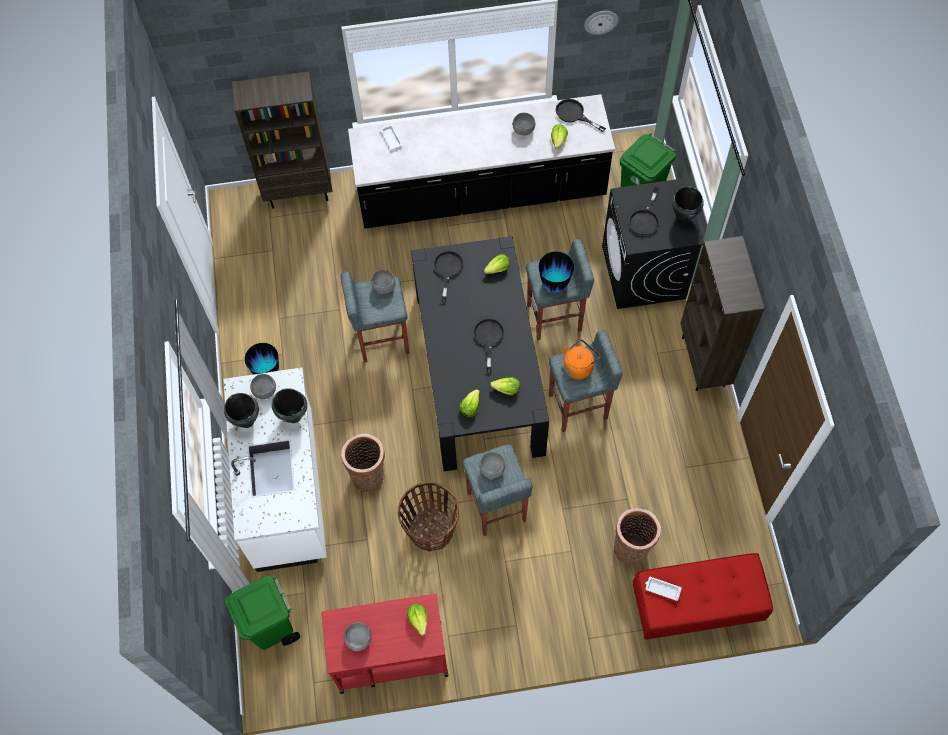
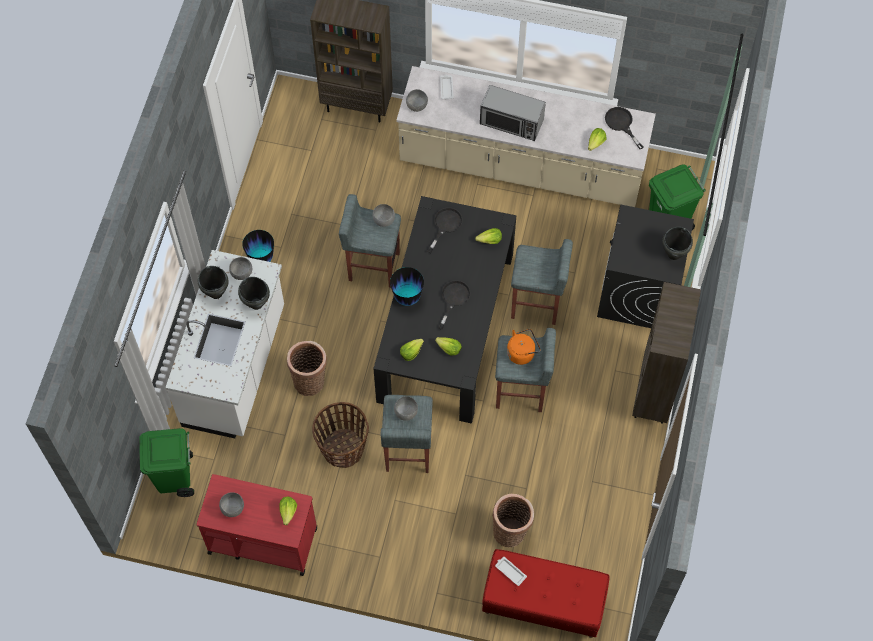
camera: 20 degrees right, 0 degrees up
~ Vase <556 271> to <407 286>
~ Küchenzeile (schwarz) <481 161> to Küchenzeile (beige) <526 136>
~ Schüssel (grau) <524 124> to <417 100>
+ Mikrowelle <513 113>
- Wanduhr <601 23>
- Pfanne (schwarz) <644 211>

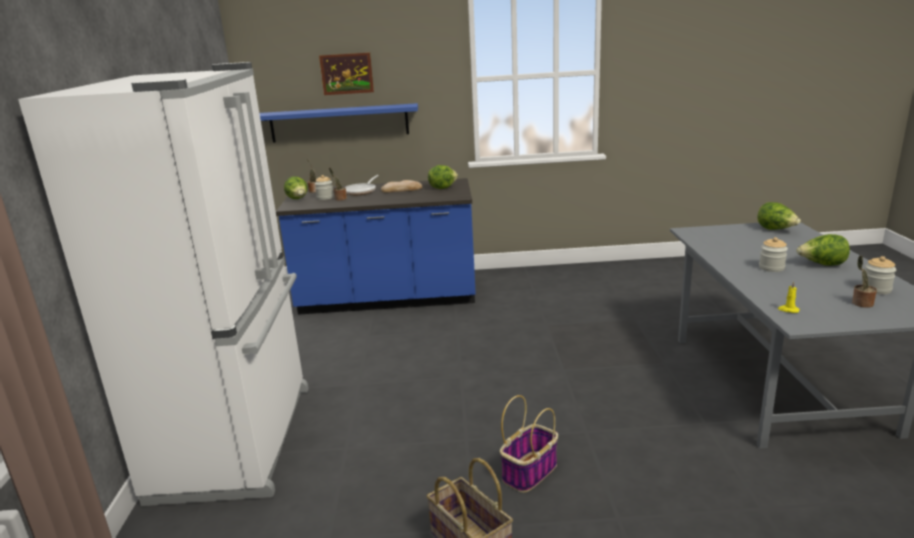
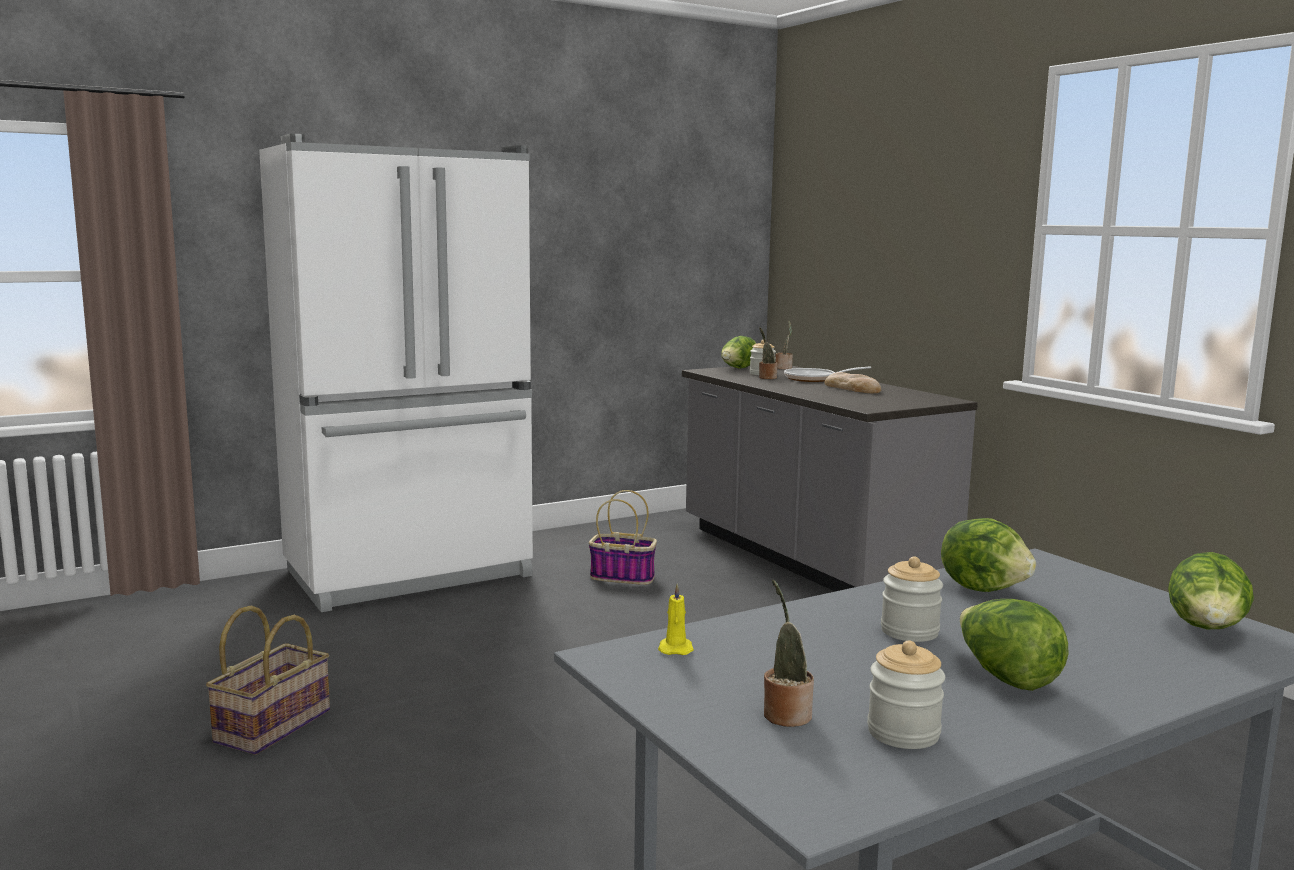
camera: 60 degrees right, 10 degrees down
~ Korb <529 444> to <623 537>
~ Küchenzeile (blau) <376 246> to Küchenzeile (grau) <830 478>
~ Salatkopf <443 177> to <988 555>
- Wandregal (blau) <339 122>
- Bild <346 73>

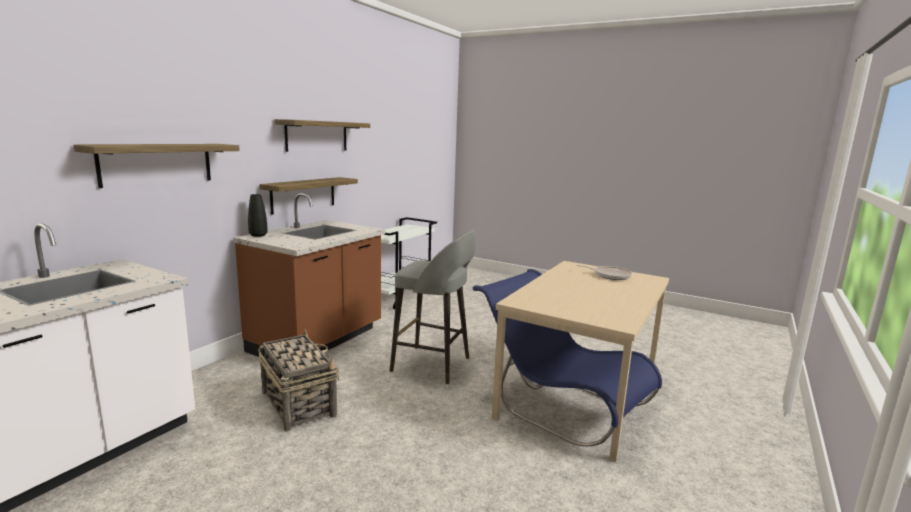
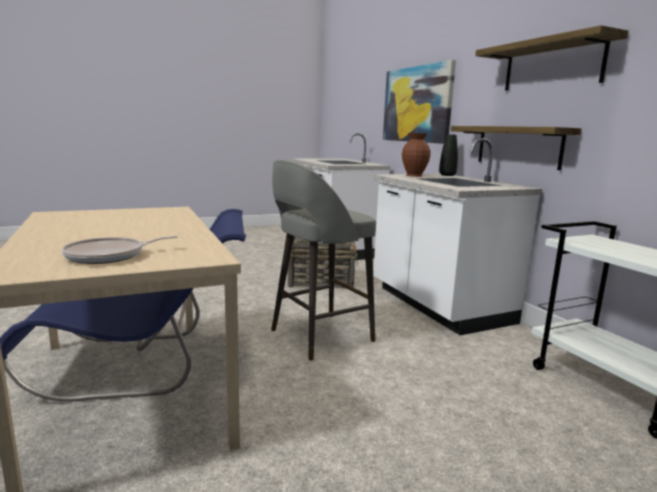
camera: 125 degrees right, 0 degrees up
~ Küchenzeile (braun) <309 275> to Küchenzeile (weiß) <457 236>
~ Wandregal <157 166> to Bild <419 102>
+ Vase (braun) <416 155>

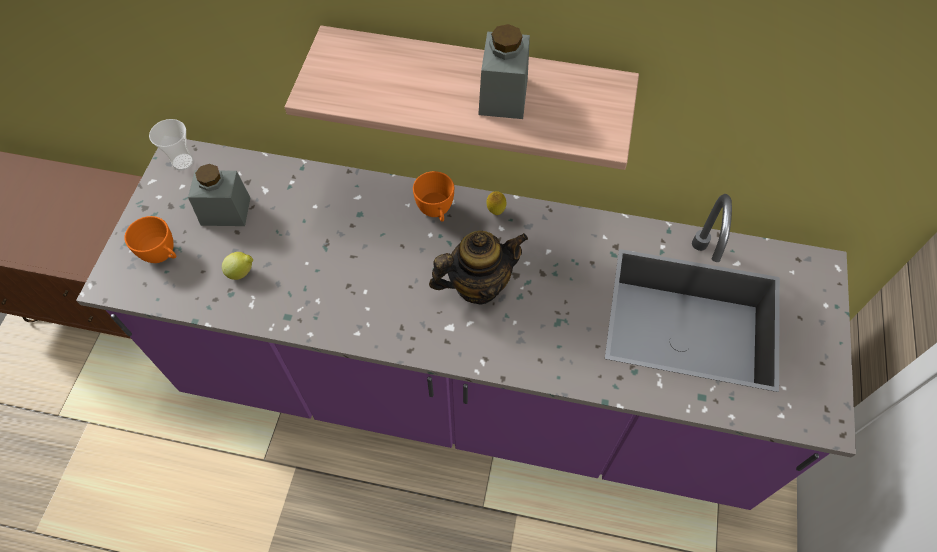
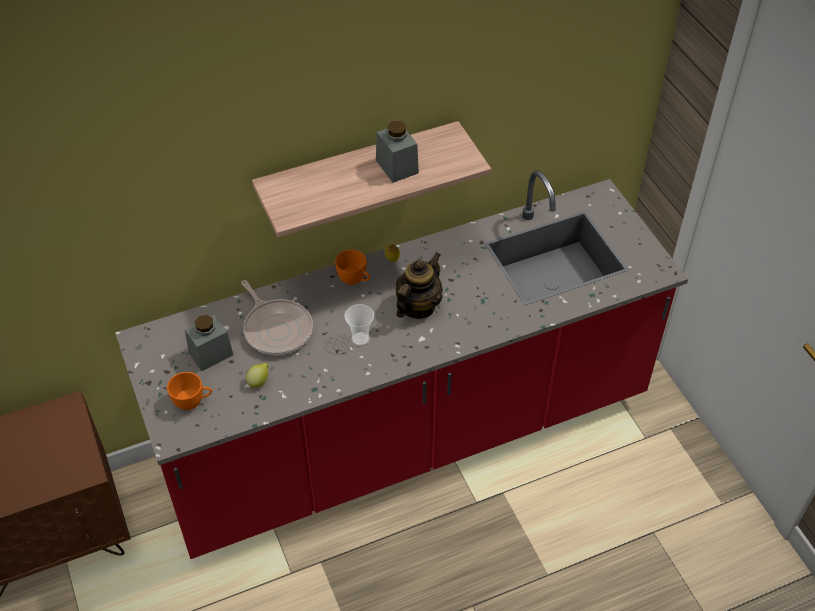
camera: 35 degrees left, 10 degrees down
~ Küchenzeile (lila) <466 324> to Küchenzeile (rot) <401 364>
+ Pfanne <277 317>
~ Tasse <171 145> to <359 325>

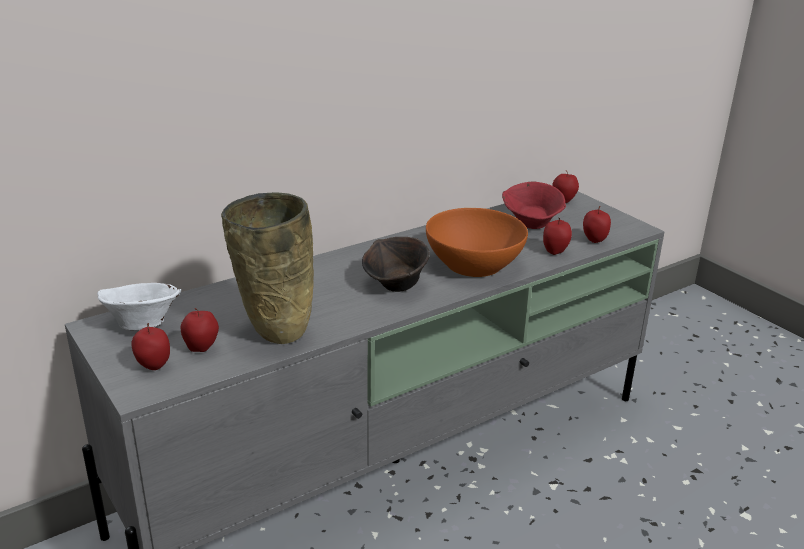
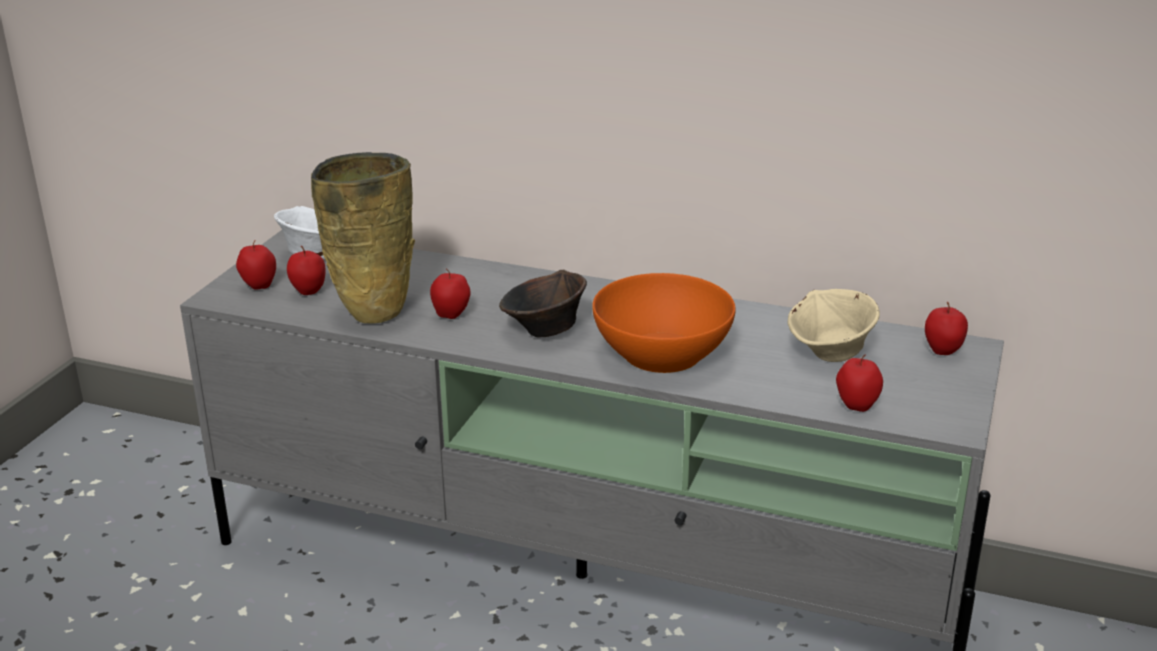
camera: 55 degrees right, 0 degrees up
~ Apfel <557 236> to <450 294>
~ Schüssel (rot) <534 205> to Schüssel (beige) <834 325>

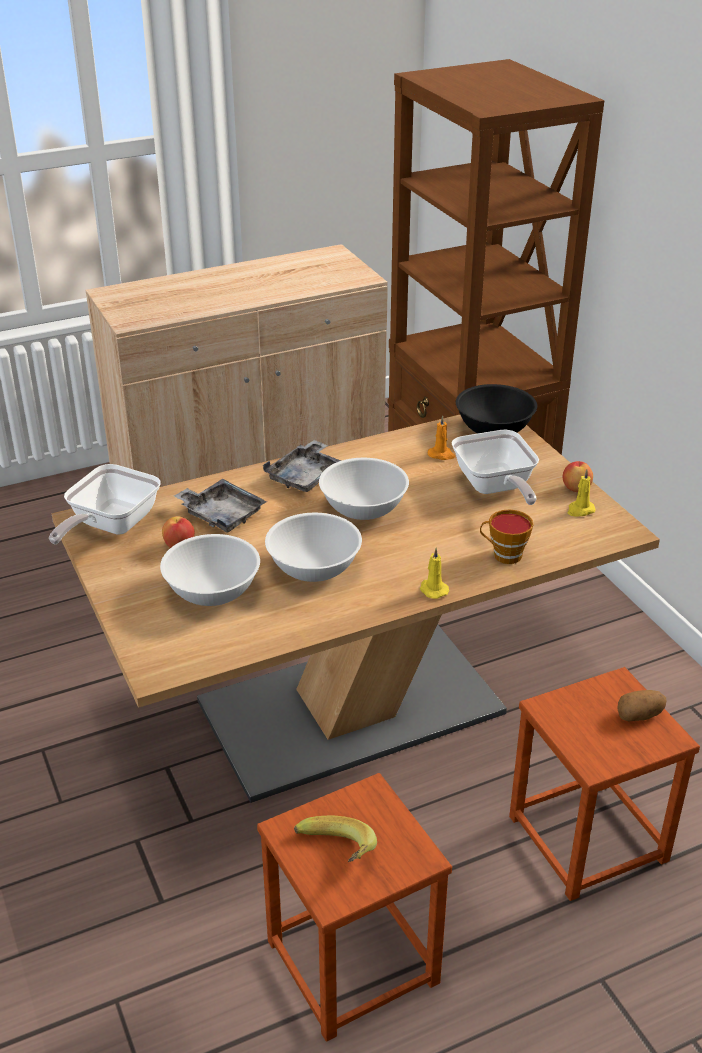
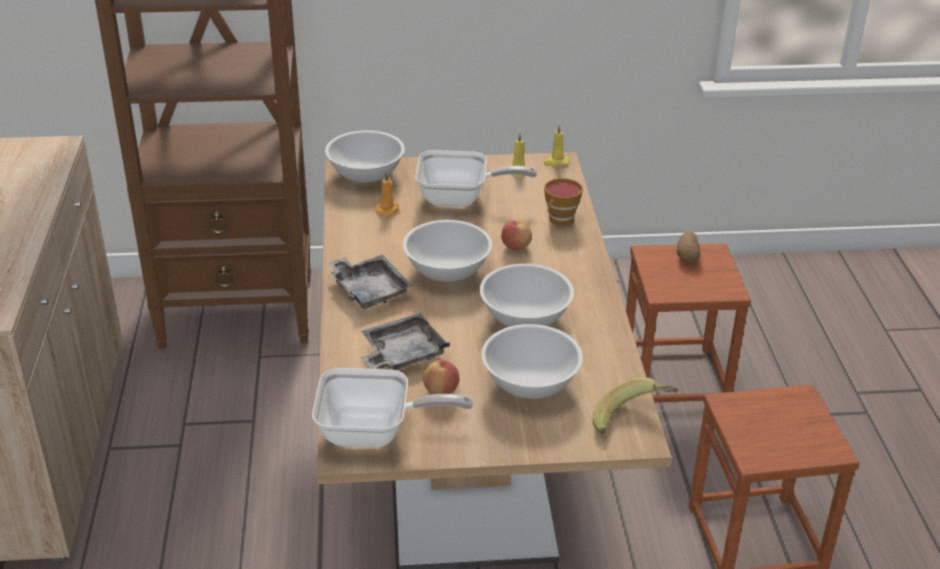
camera: 70 degrees left, 0 degrees up
~ Pfanne <105 504> = <392 408> 45 degrees counterclockwise
~ Schüssel (schwarz) <496 408> to Schüssel (weiß) <365 156>
~ Apfel <578 476> to <516 235>
~ Kerze (gelb) <434 573> to <556 145>
~ Banane <335 839> to <636 406>

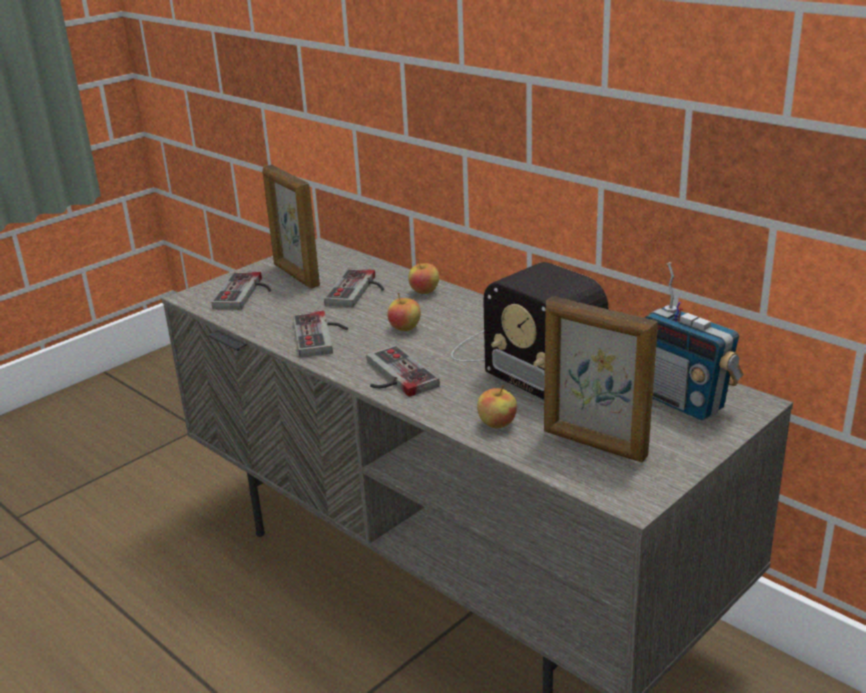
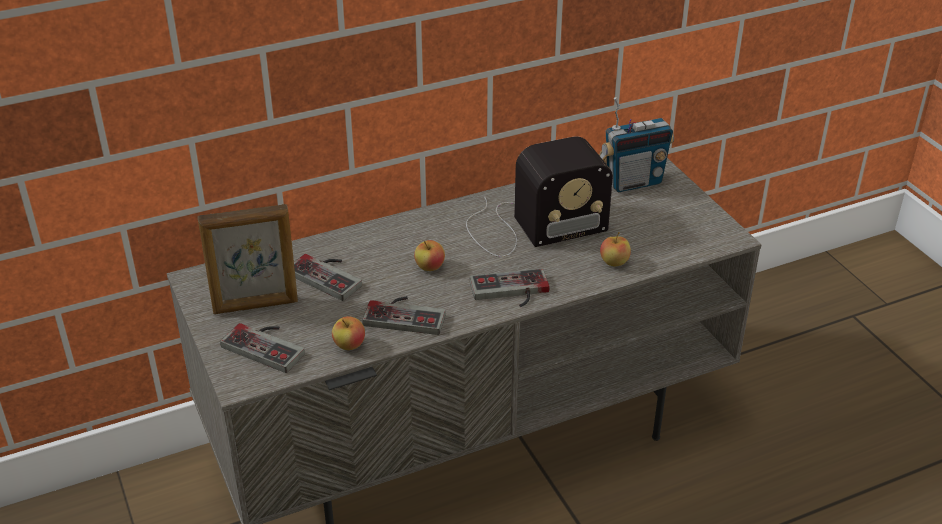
camera: 70 degrees left, 10 degrees up
~ Apfel <423 276> to <348 333>
- Bilderrahmen <601 379>

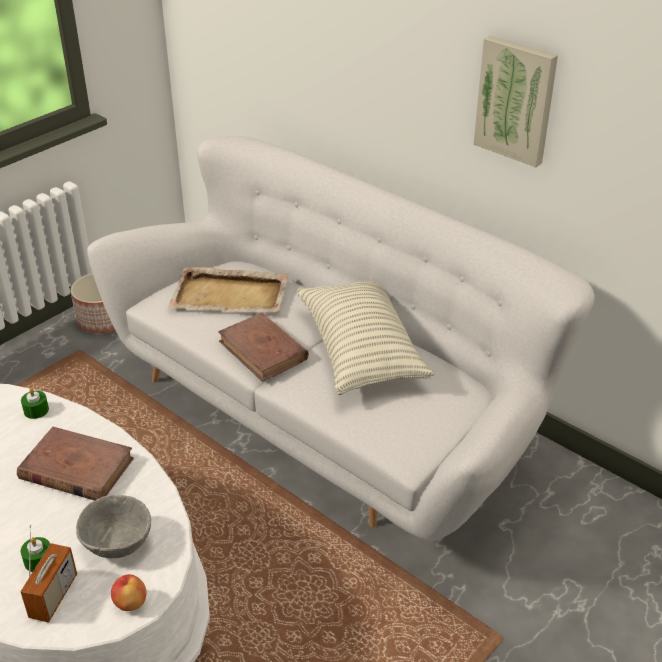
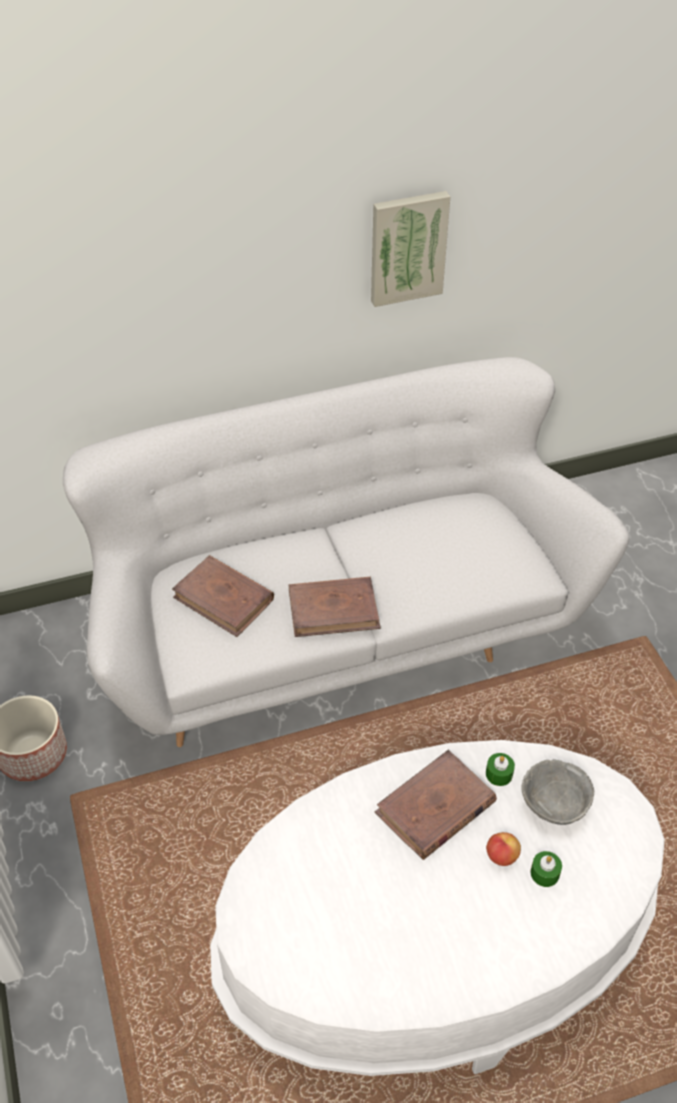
camera: 60 degrees left, 10 degrees up
~ Tablett (beige) <228 290> to Buch (braun) <223 596>
~ Kerze (grün) <35 403> to <500 769>
~ Apfel <129 592> to <503 849>
- Radio <48 574>
- Kissen <365 337>

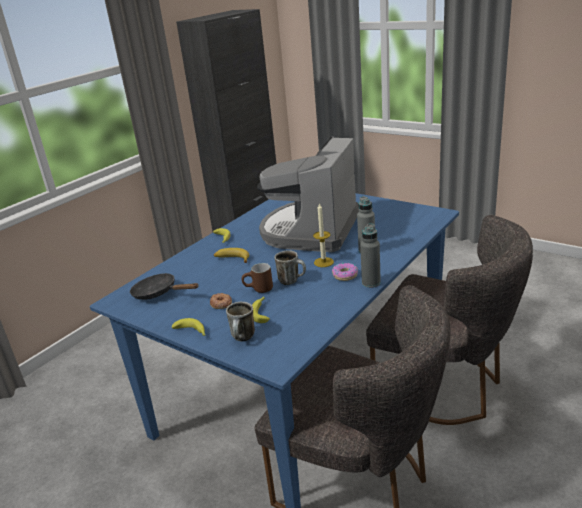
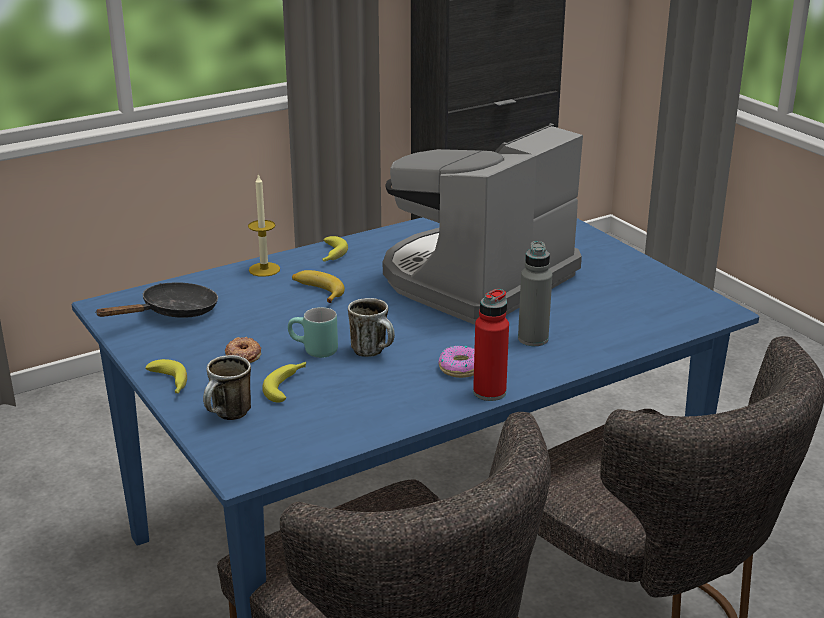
camera: 20 degrees right, 0 degrees up
~ Pfanne (schwarz) <164 286> = <156 300> 90 degrees clockwise
~ Kerze <323 235> to <264 225>
~ Henkelbecher (braun) <257 278> to Henkelbecher (türkis) <313 332>
~ Flasche (grau) <370 255> to Flasche (rot) <491 345>

